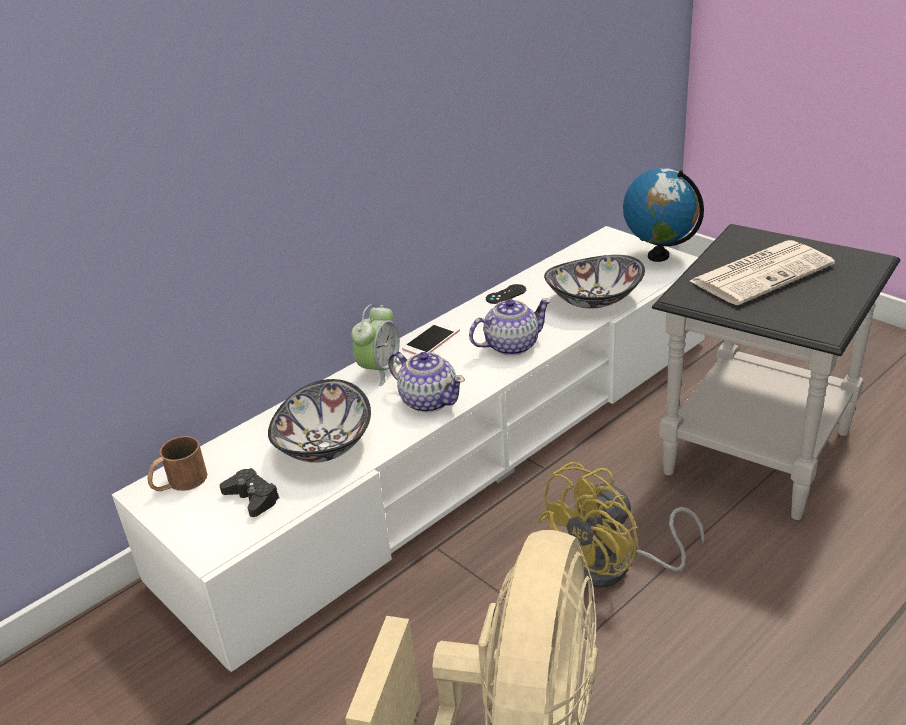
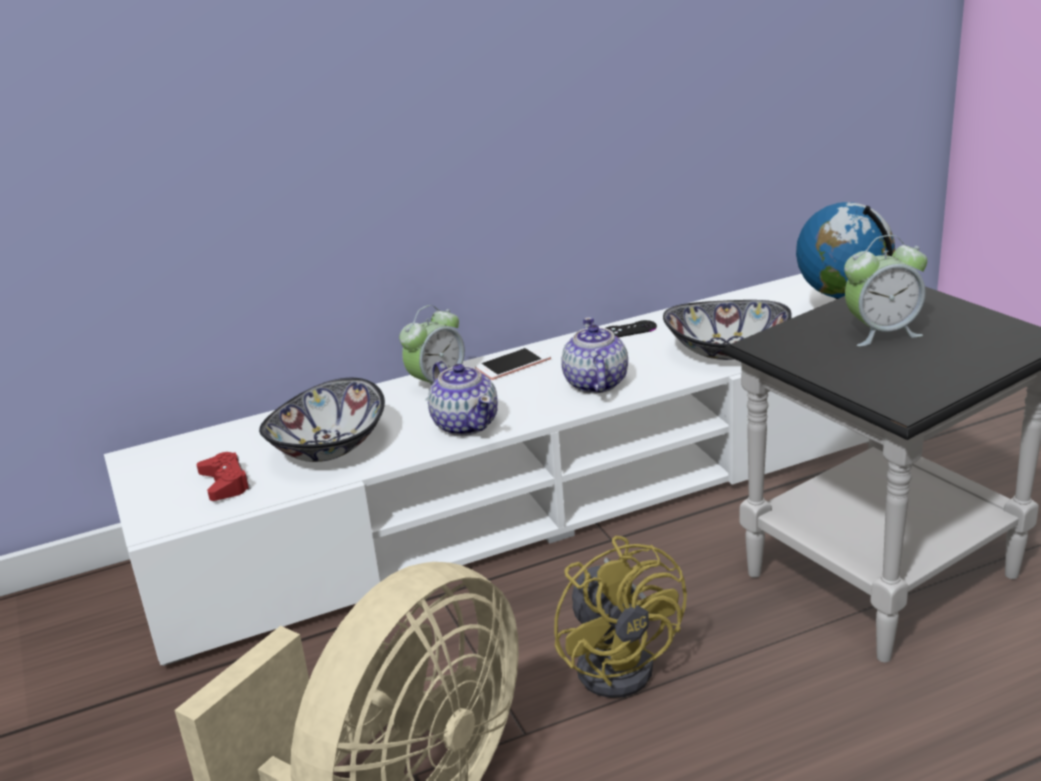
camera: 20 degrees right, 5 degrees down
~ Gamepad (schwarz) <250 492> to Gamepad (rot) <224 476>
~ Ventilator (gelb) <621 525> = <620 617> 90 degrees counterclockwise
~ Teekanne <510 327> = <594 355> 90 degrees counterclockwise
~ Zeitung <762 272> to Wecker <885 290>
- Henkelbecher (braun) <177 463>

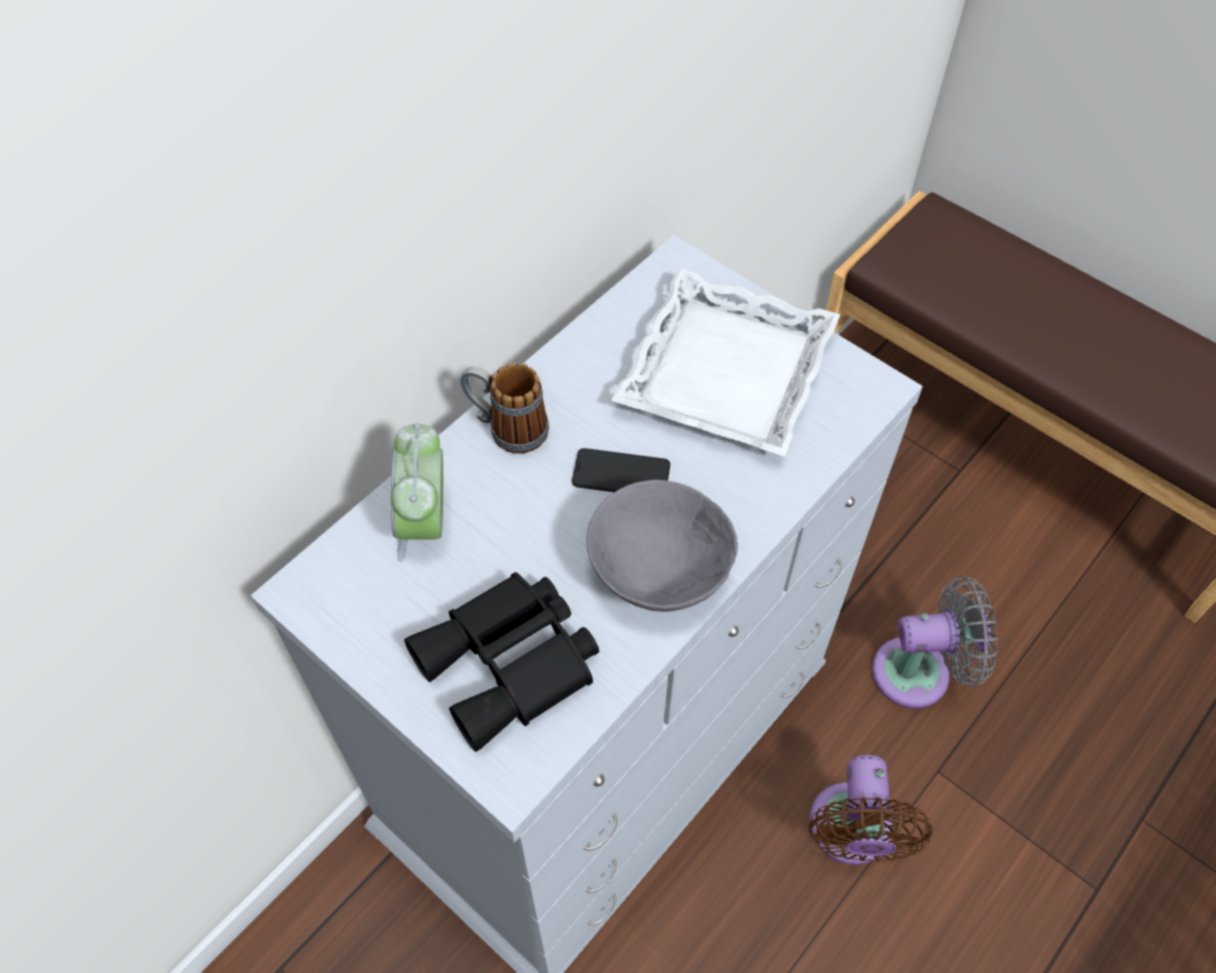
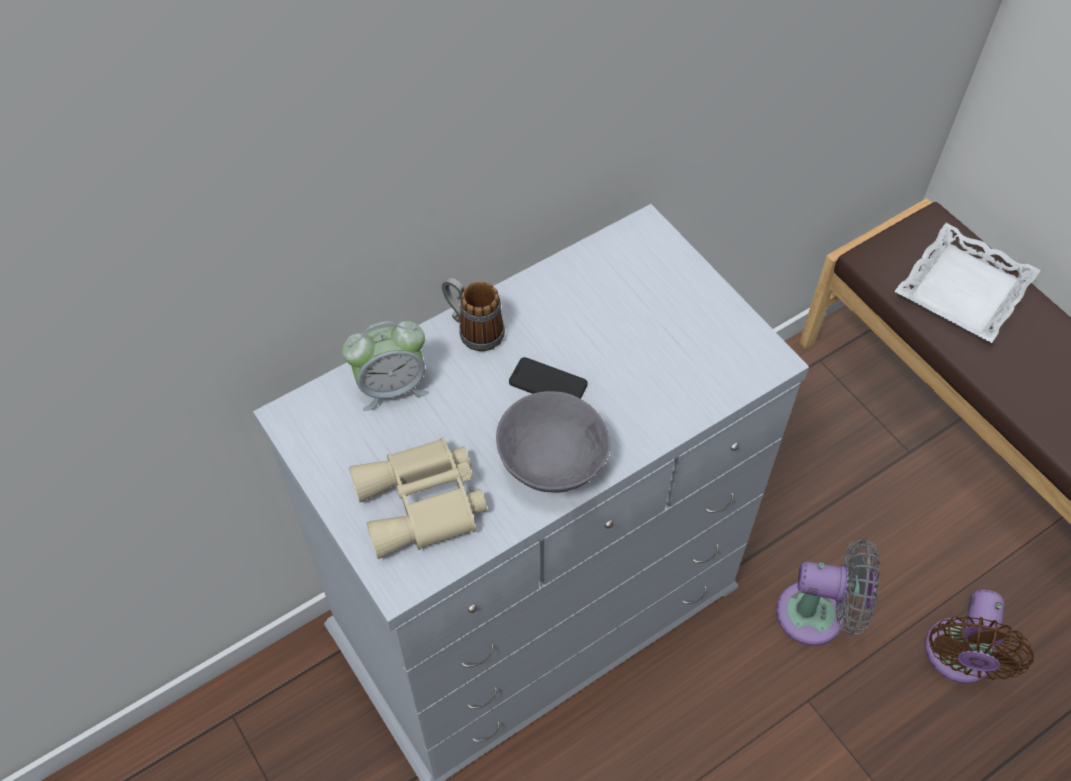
camera: 15 degrees right, 0 degrees up
~ Wecker <417 492> = <385 366> 120 degrees counterclockwise
~ Fernglas (schwarz) <501 662> to Fernglas (beige) <418 498>
~ Tablett (weiß) <726 362> to <967 283>
~ Ventilator (braun) <871 810> to <979 637>

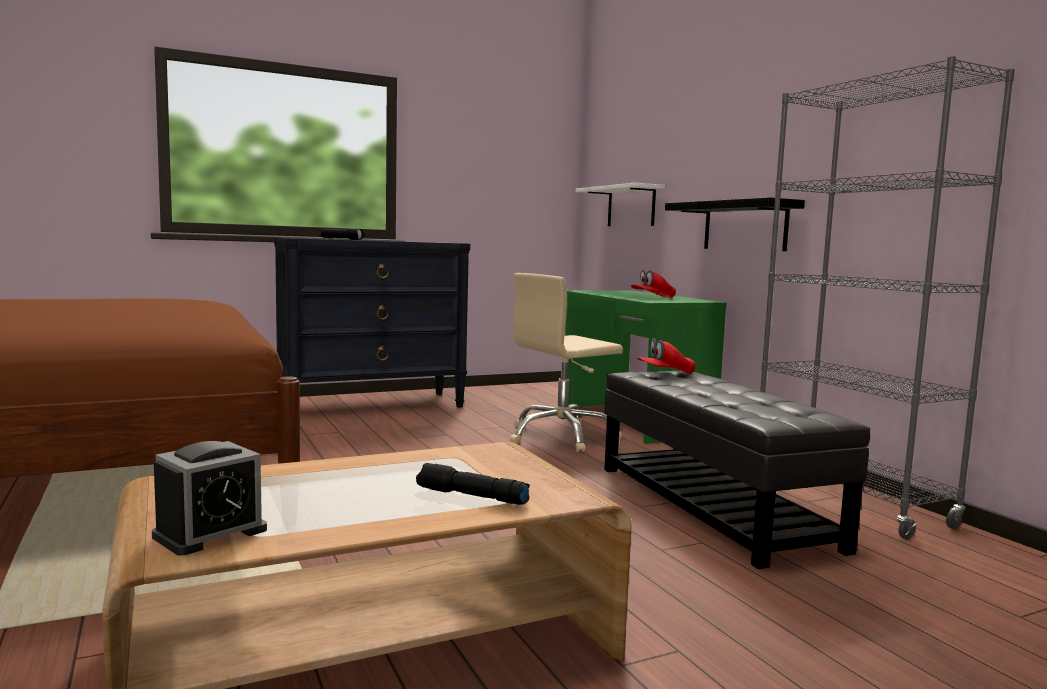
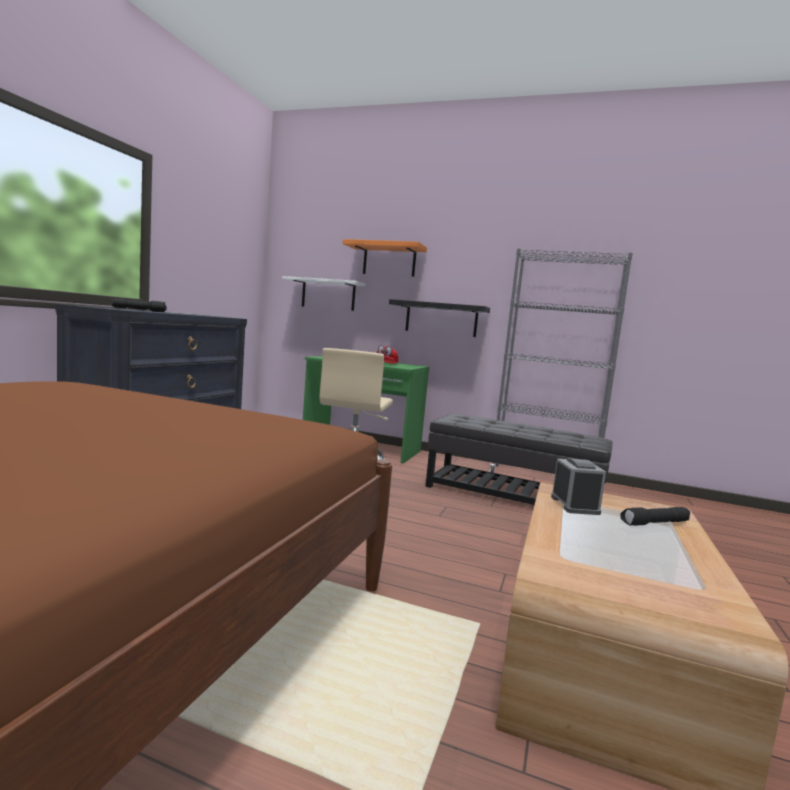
camera: 45 degrees left, 0 degrees up
+ Wandregal (orange) <385 258>
~ Wecker <209 498> to <578 486>
- Kappe (rot) <666 356>

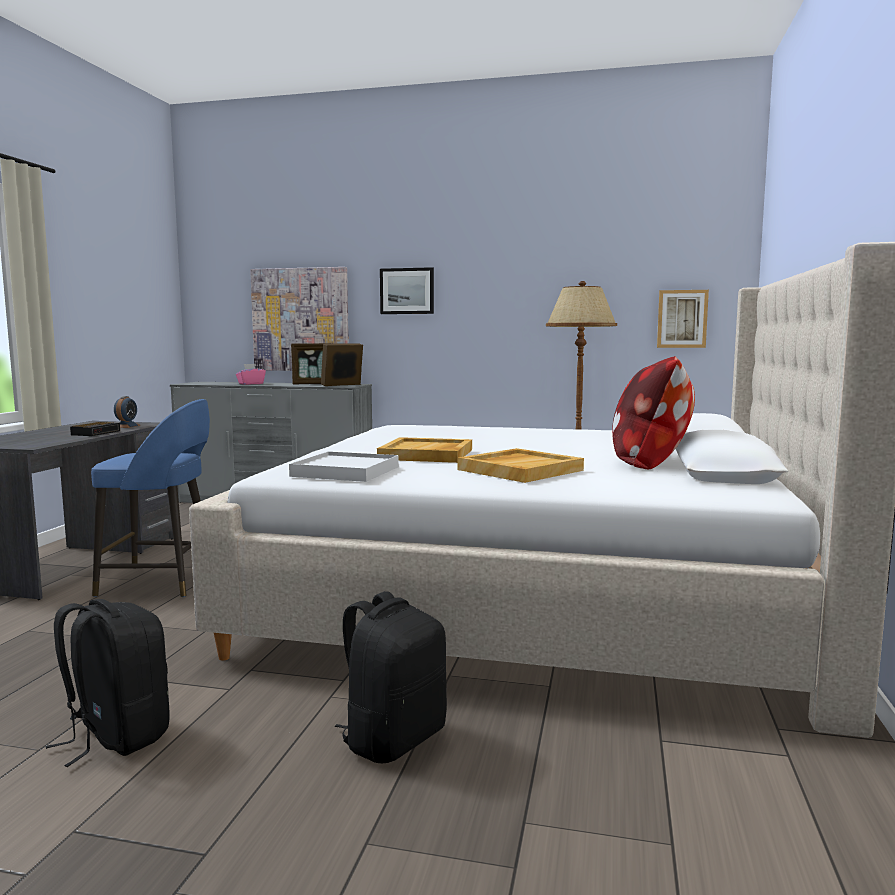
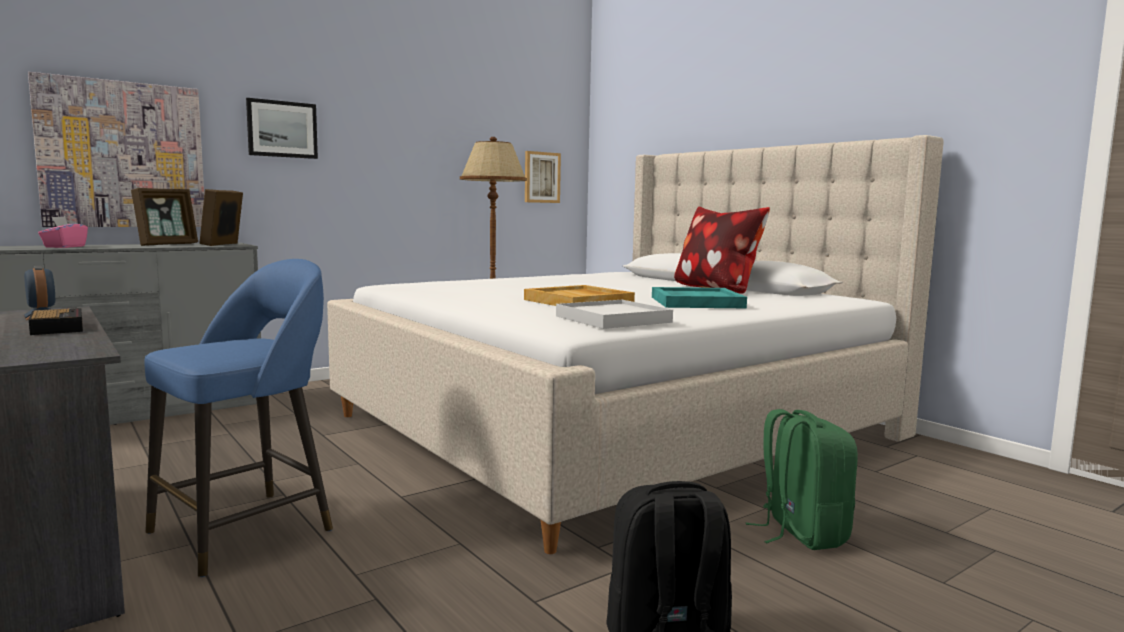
camera: 50 degrees left, 0 degrees up
~ Tablett (beige) <520 465> to Tablett (türkis) <699 297>
~ Rucksack (schwarz) <391 677> to Rucksack (grün) <802 479>

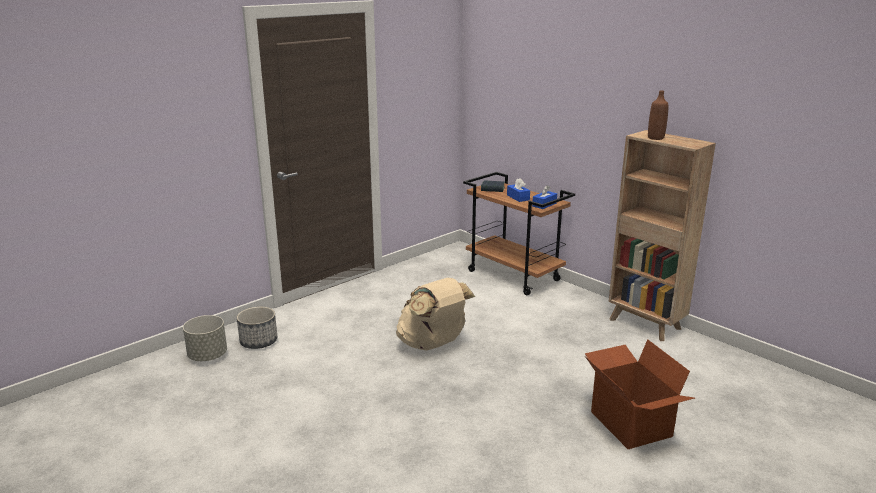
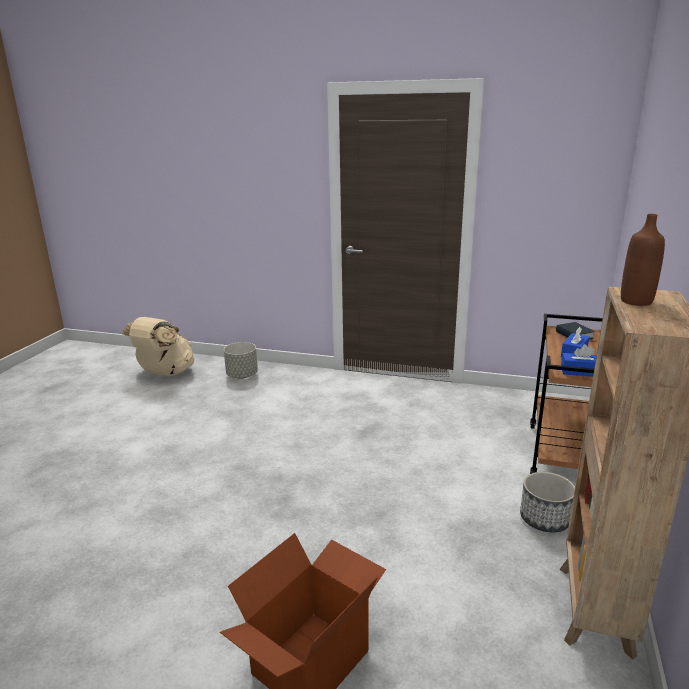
camera: 60 degrees right, 0 degrees up
~ Rucksack (beige) <435 314> to <158 346>
~ Pflanzkübel <257 328> to <547 502>

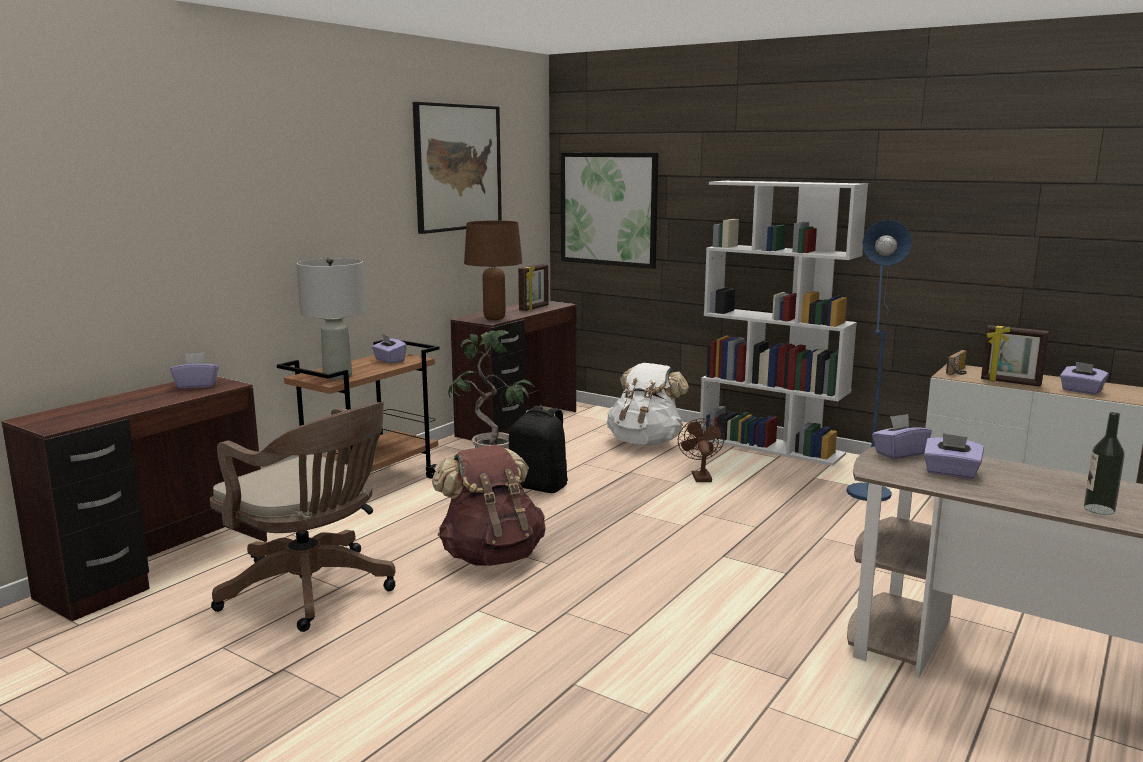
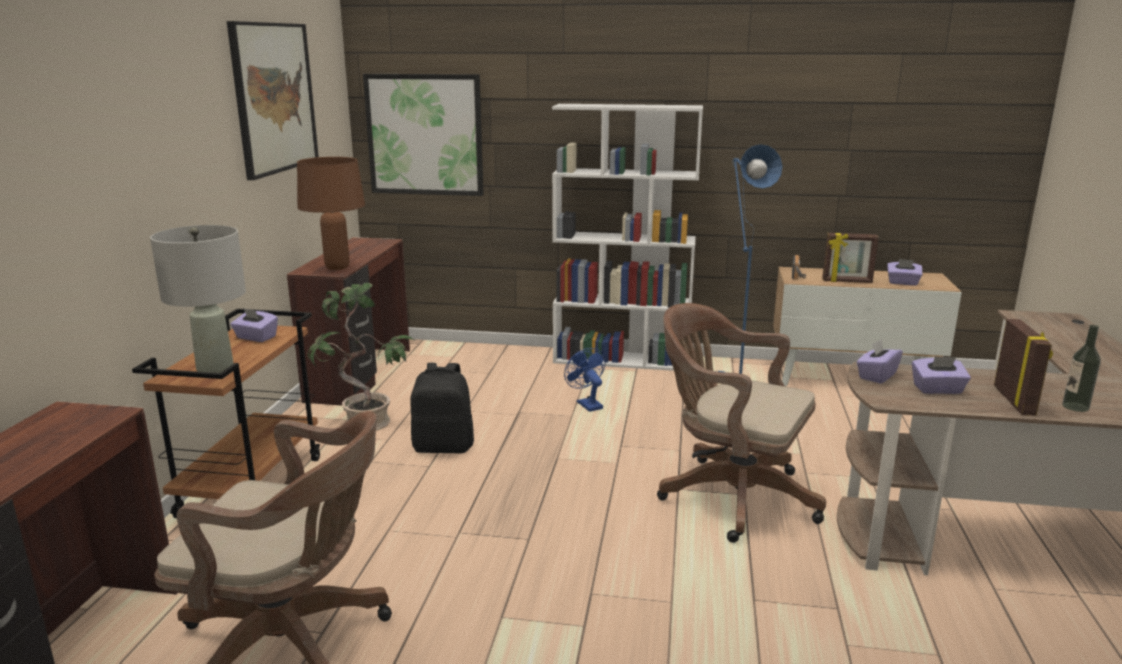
camera: 25 degrees left, 5 degrees up
~ Ventilator (braun) <701 450> to Ventilator (blau) <585 380>
+ Bürostuhl (braun) <741 423>
~ Bilderrahmen <533 287> to <1023 367>
- Taschentuchbox (lila) <194 371>
- Rucksack (braun) <489 505>
- Rucksack (weiß) <648 404>

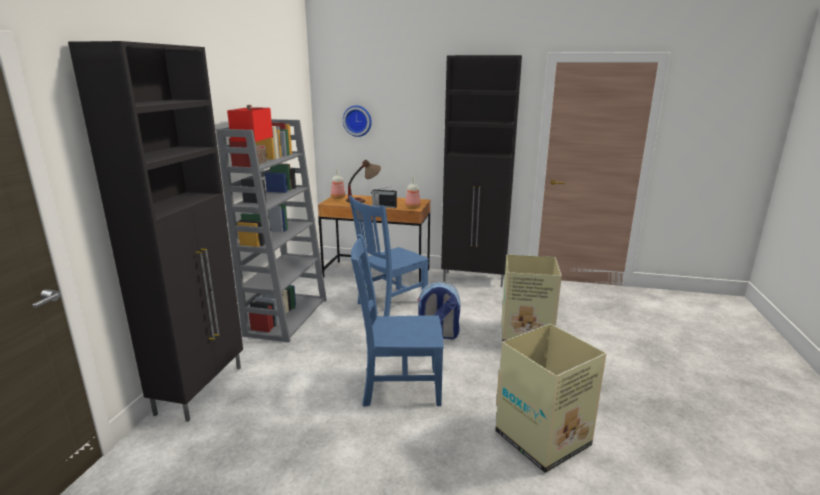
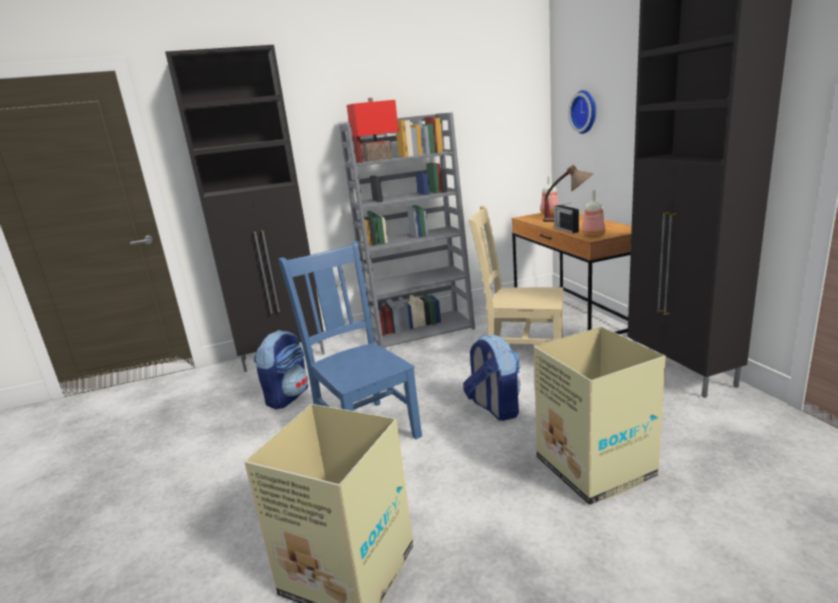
camera: 60 degrees right, 0 degrees up
+ Rucksack <281 369>
~ Stuhl (blau) <389 255> to Stuhl (beige) <516 275>

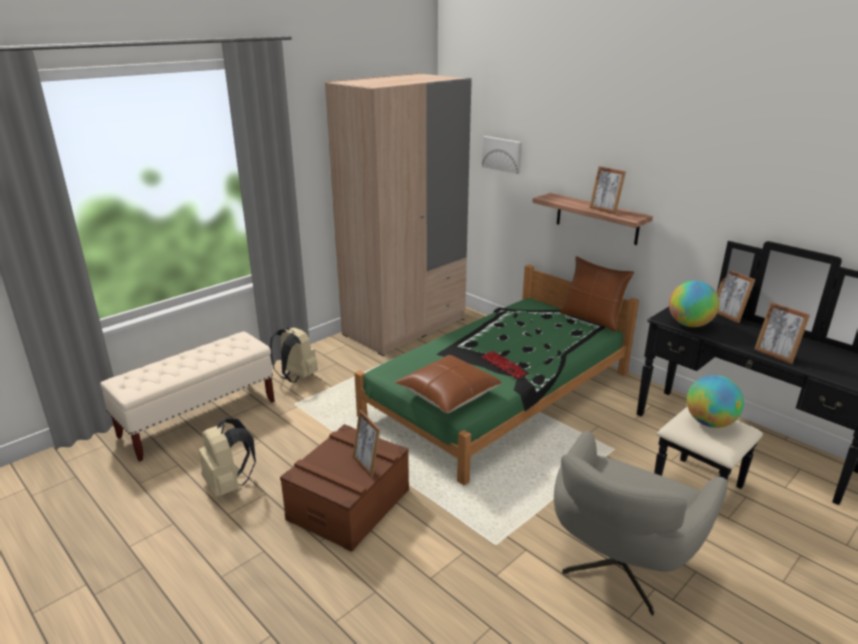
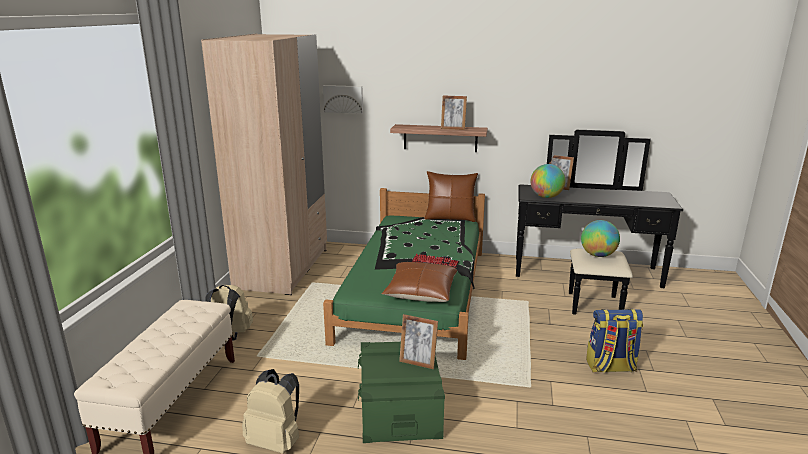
camera: 35 degrees left, 5 degrees down
~ Aufbewahrungsbox (braun) <344 488> to Aufbewahrungsbox (grün) <401 392>
~ Sessel (grau) <640 523> to Rucksack <614 341>
- Bilderrahmen <782 333>

